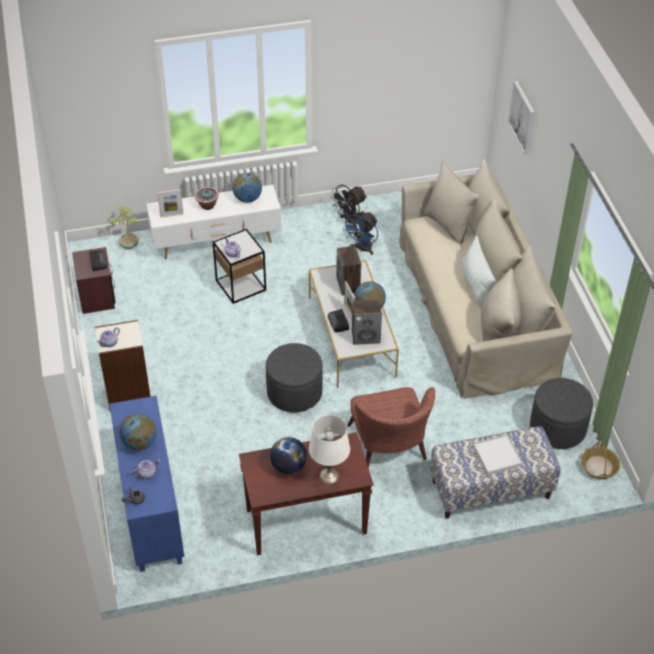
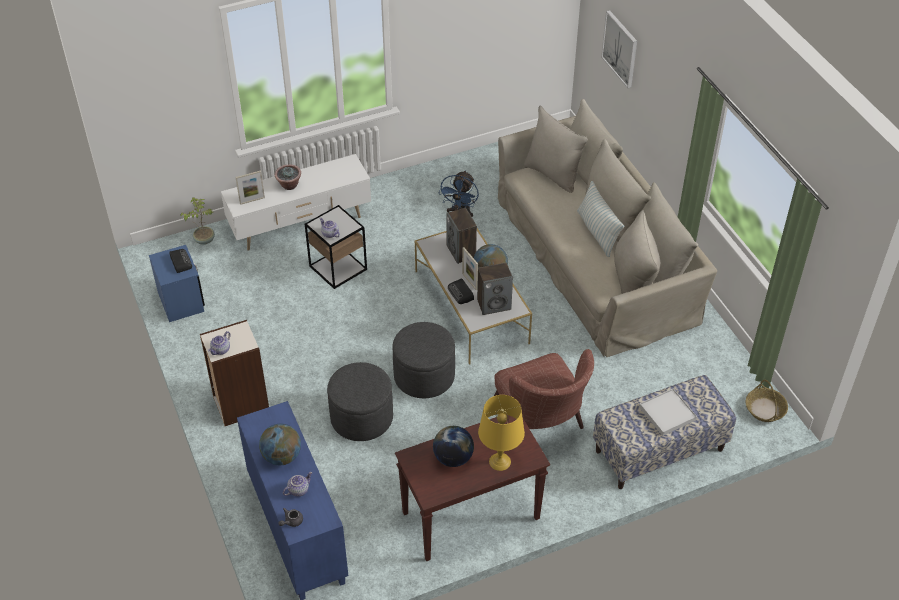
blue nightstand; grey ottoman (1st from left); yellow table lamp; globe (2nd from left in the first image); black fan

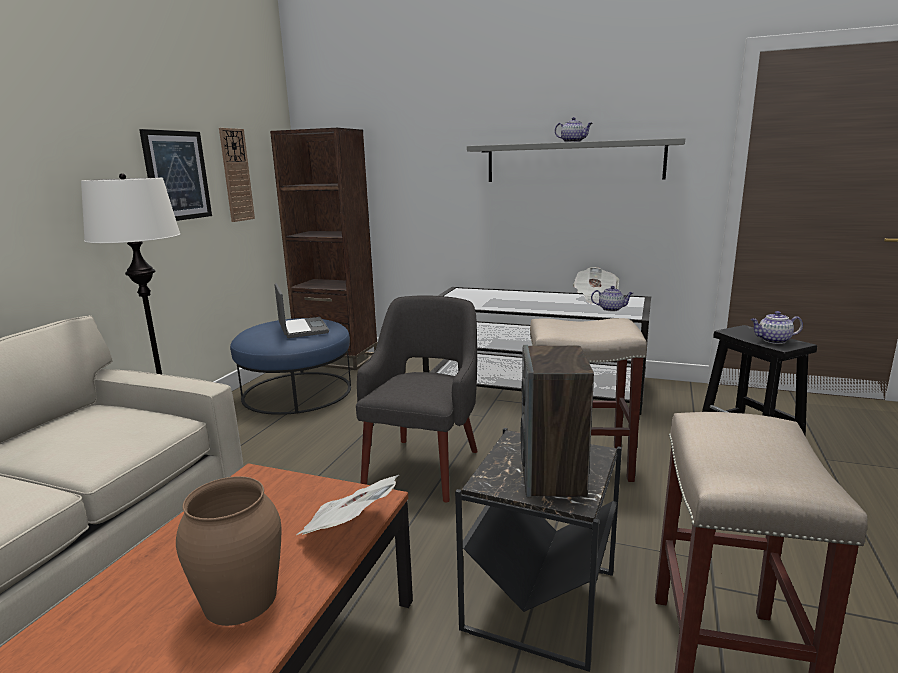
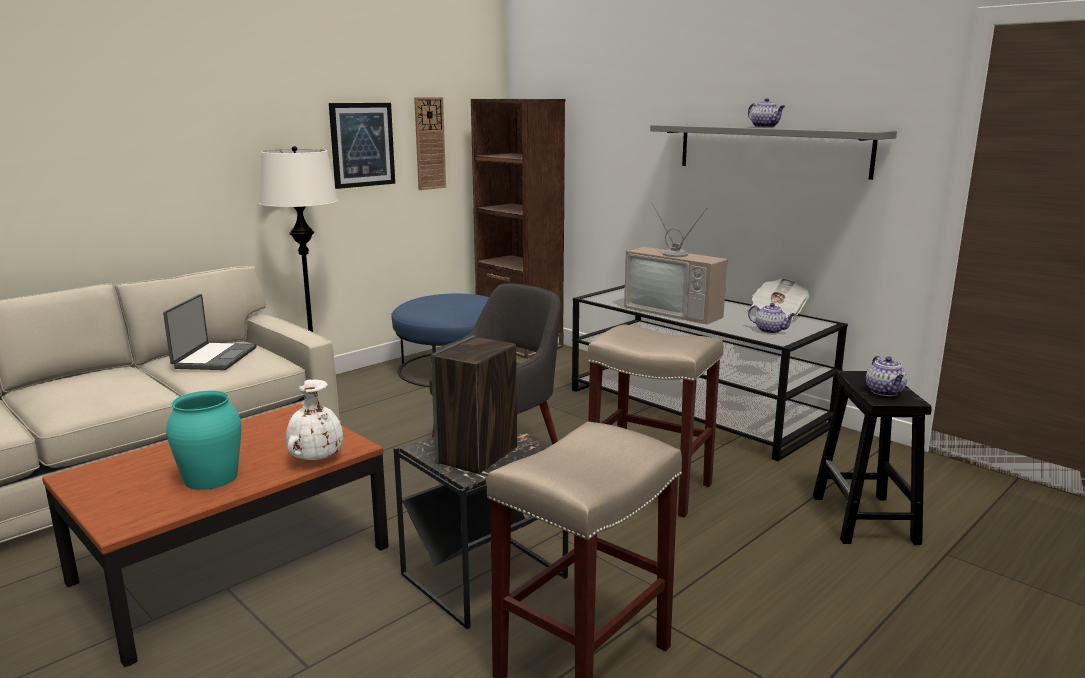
laptop; turquoise vase; white vase; television; teapot (3rd from left)

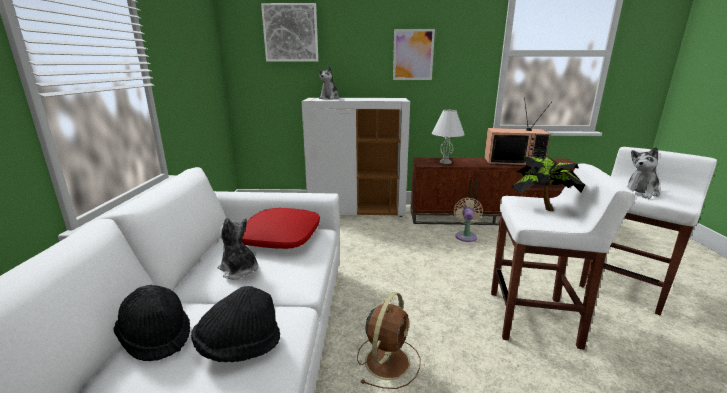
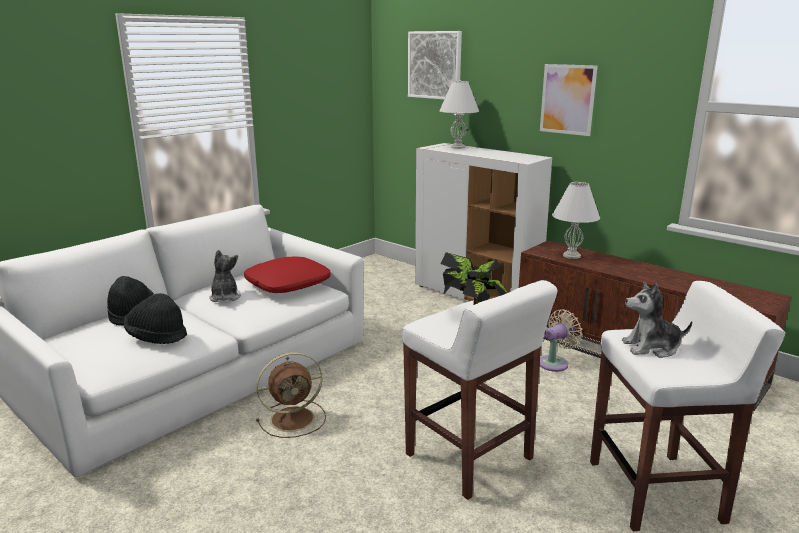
white table lamp (1st from left); television

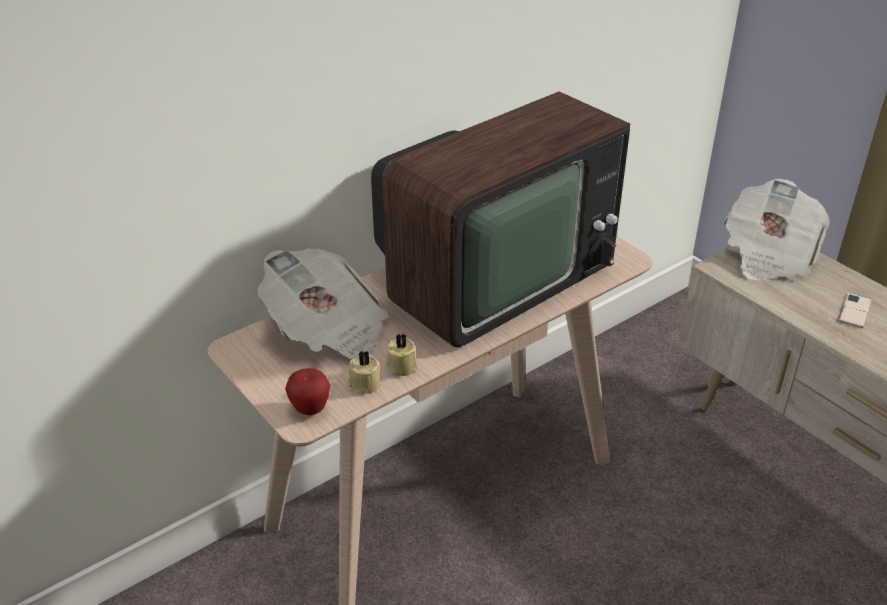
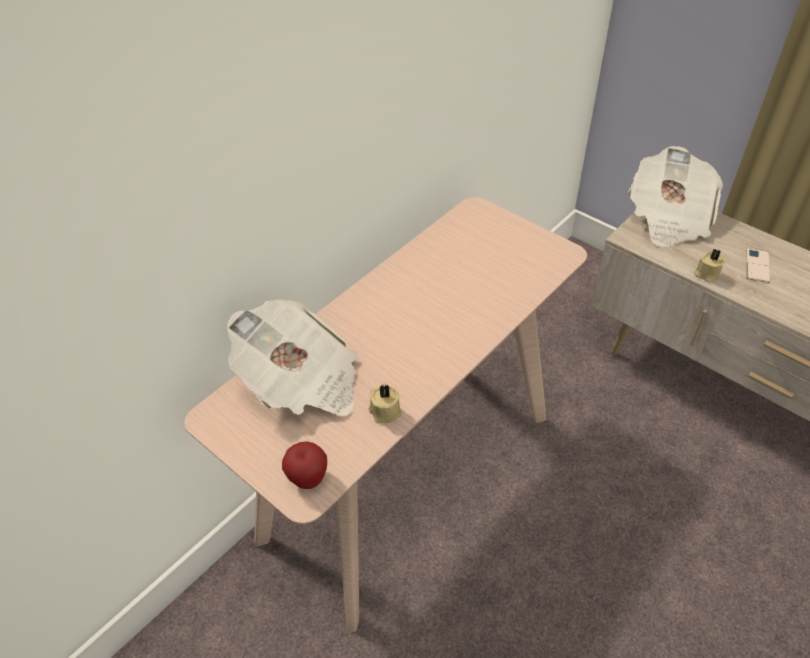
beige candle (2nd from left); television

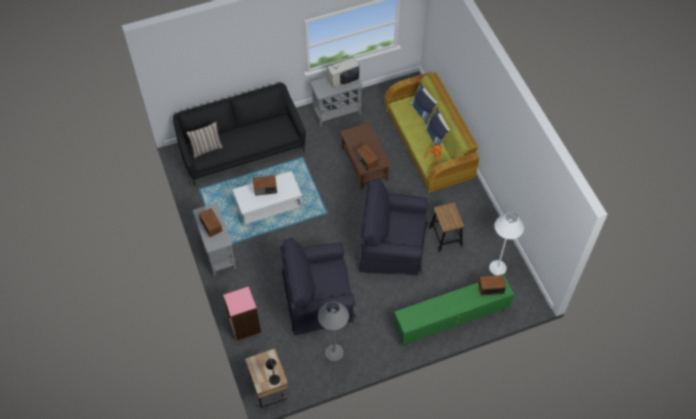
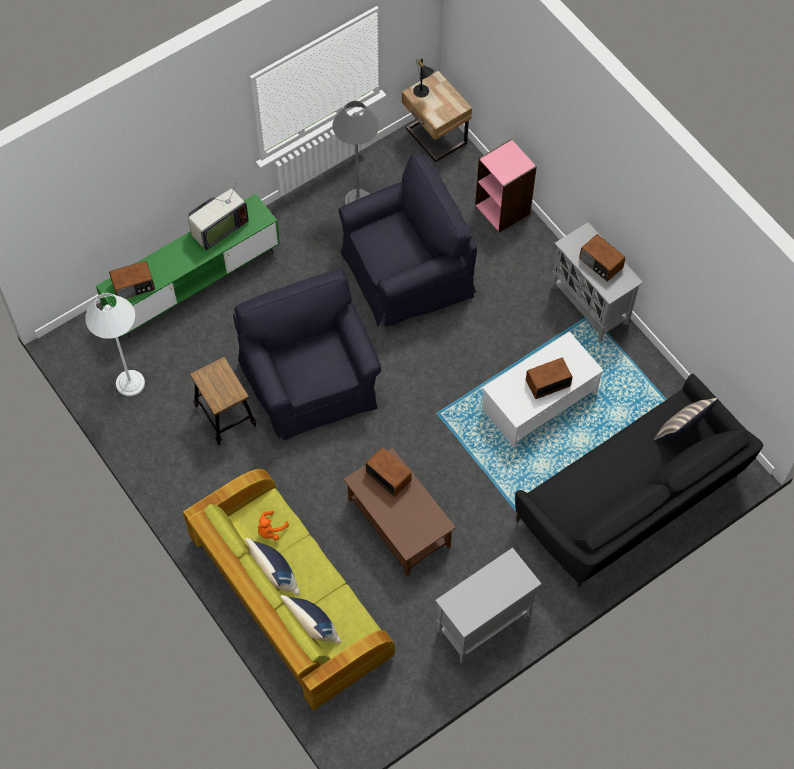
television; black armchair (1st from left)

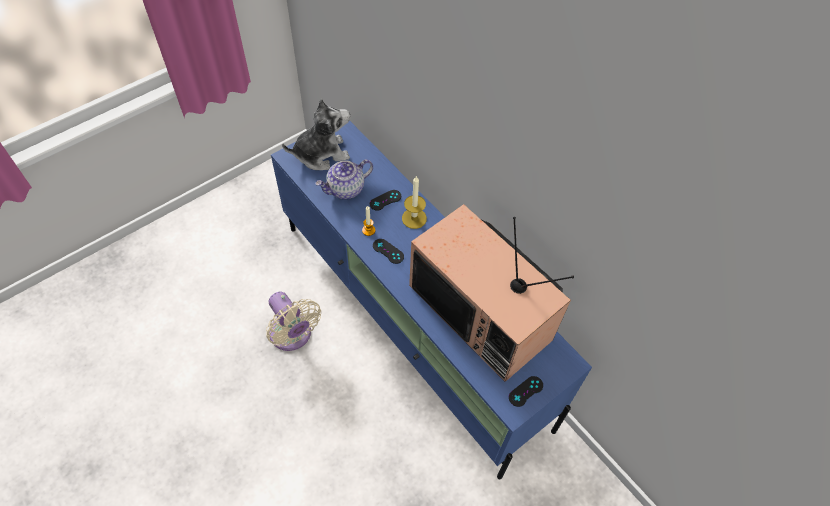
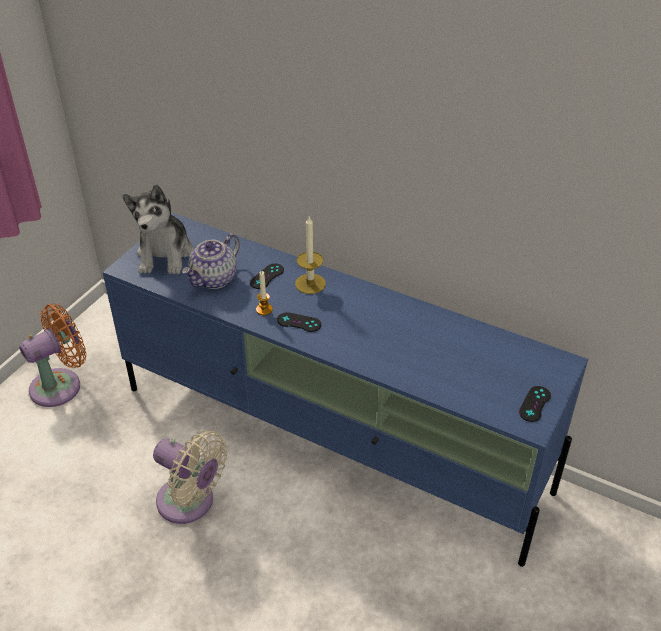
orange fan; plush toy; television

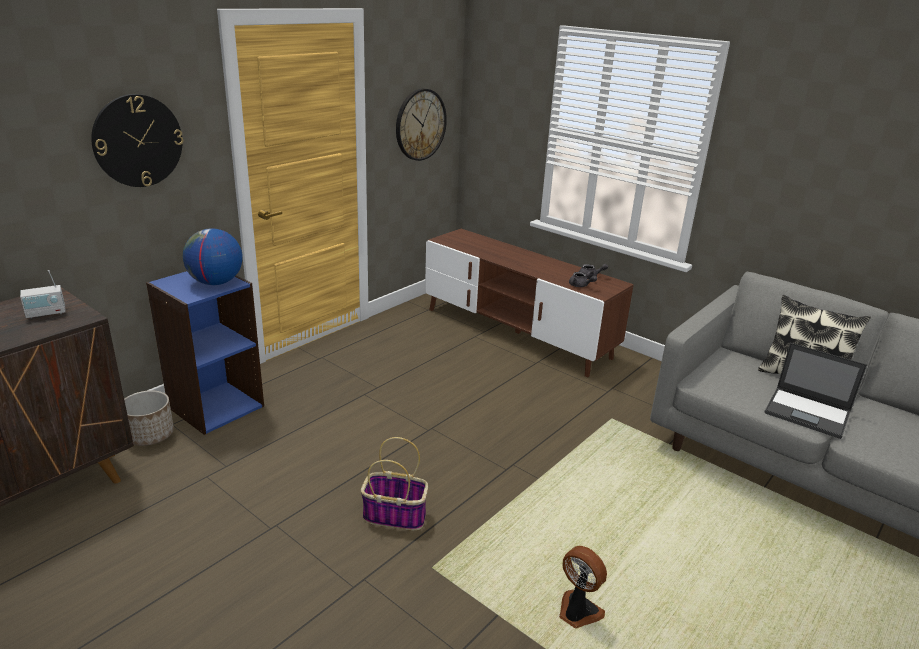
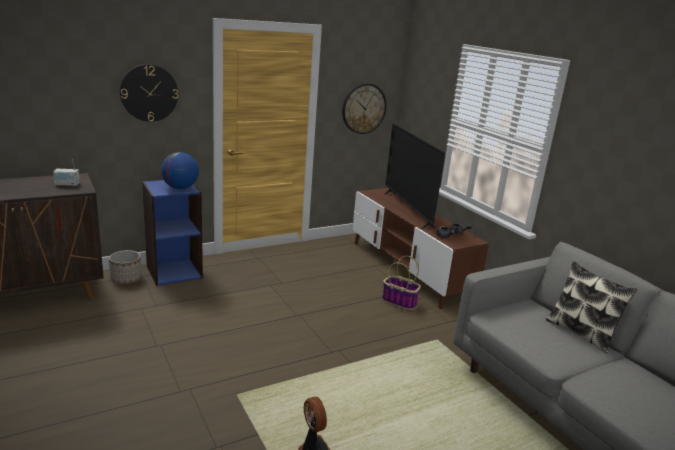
basket; television; laptop

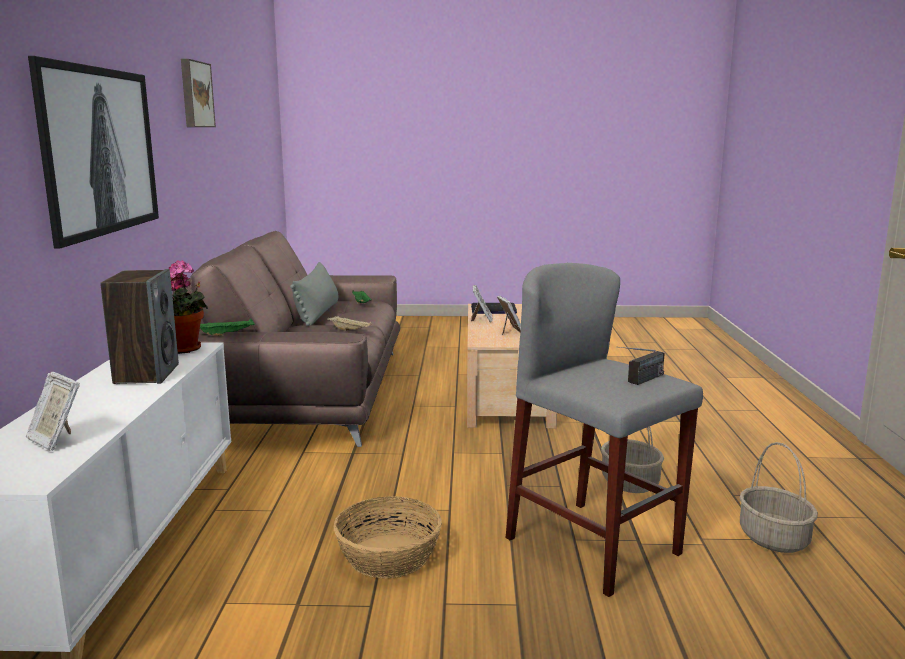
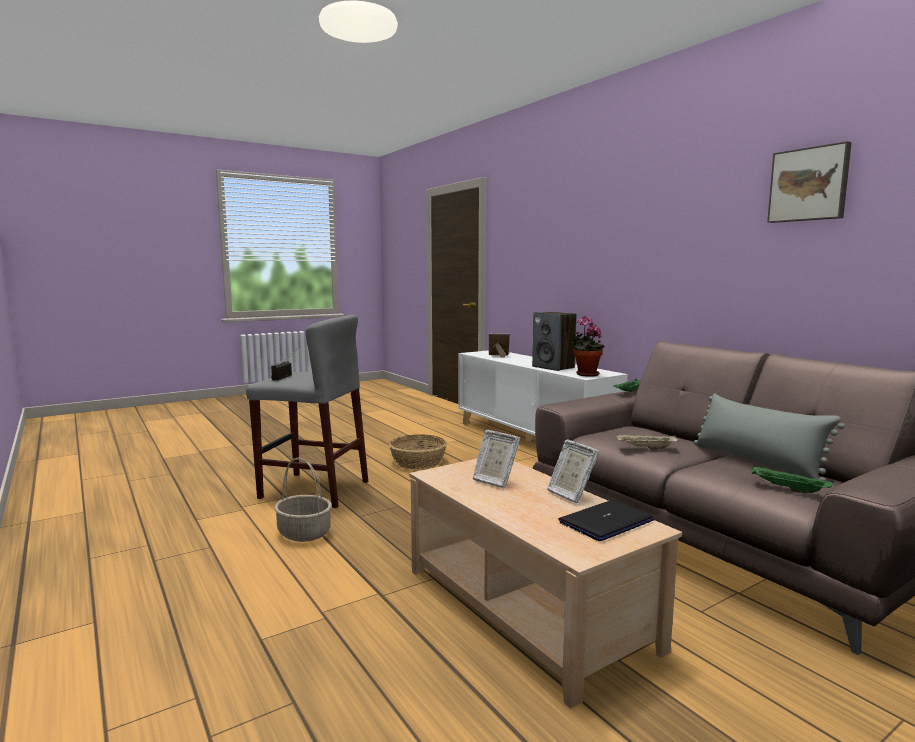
picture (1st from left in the first image); basket (3rd from left in the first image)

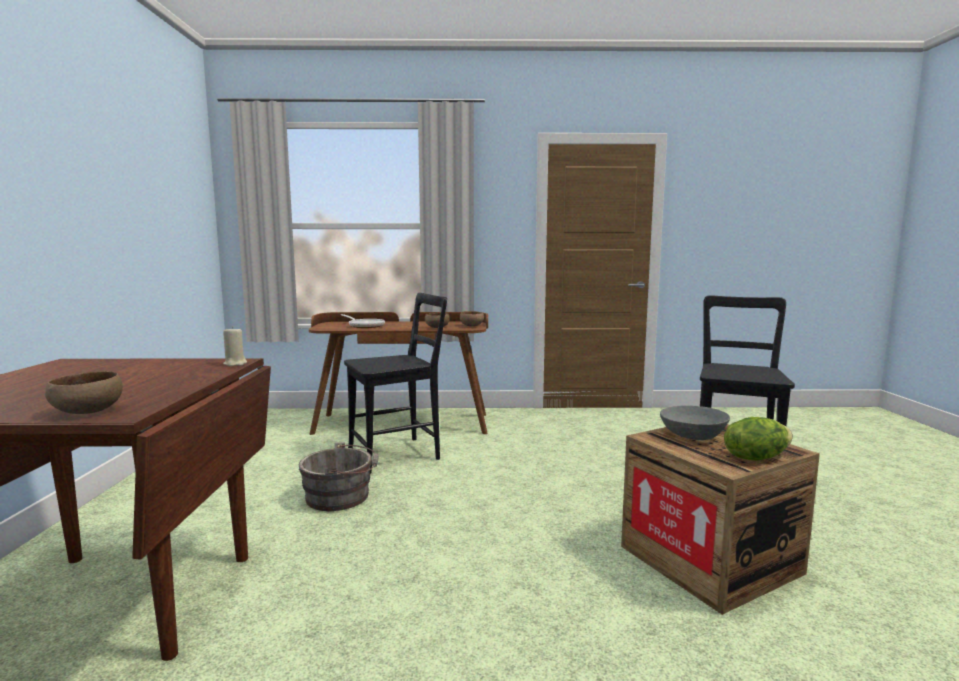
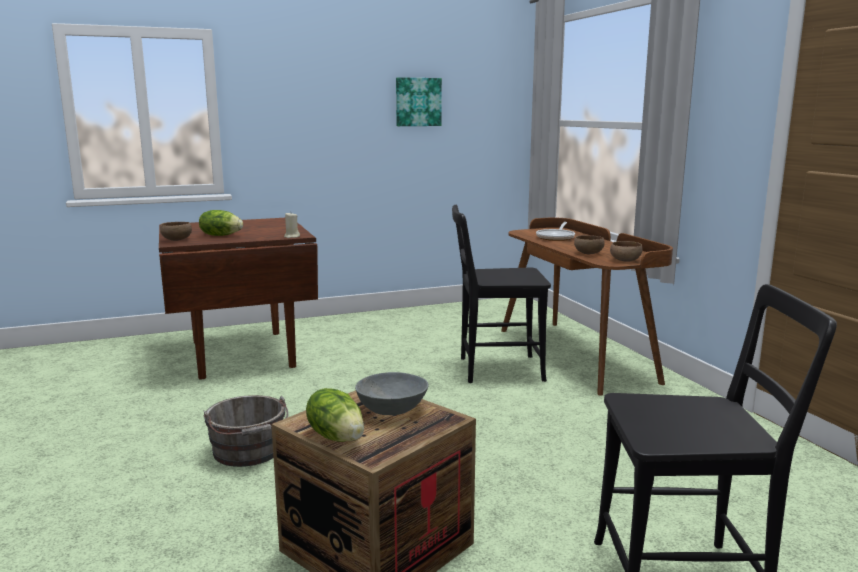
lettuce (1st from left); grey bucket; picture; black chair (1st from left)

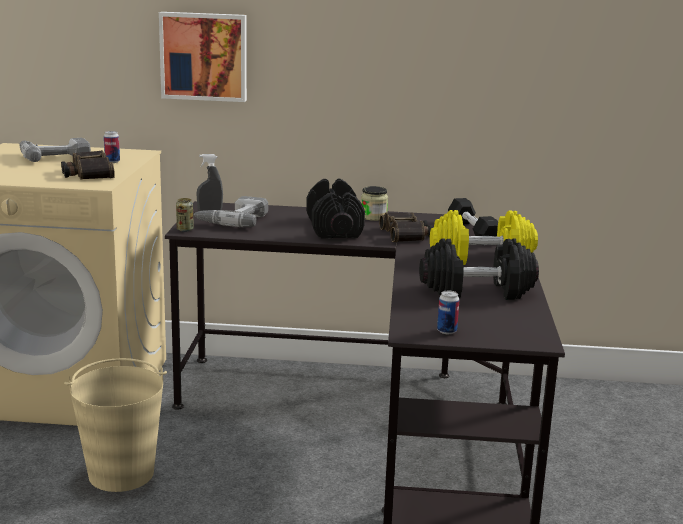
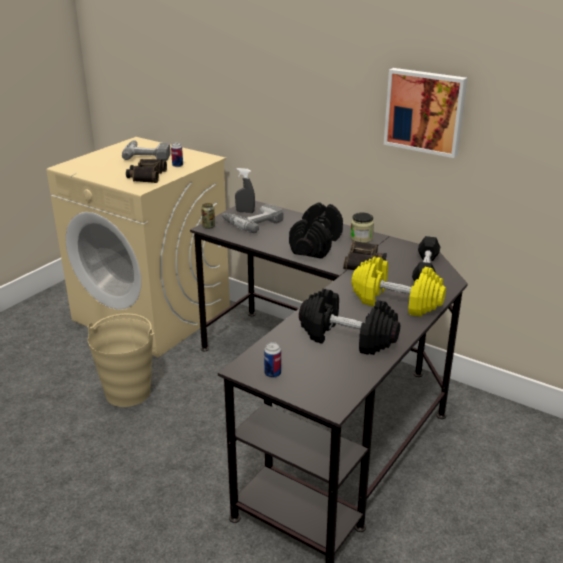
picture

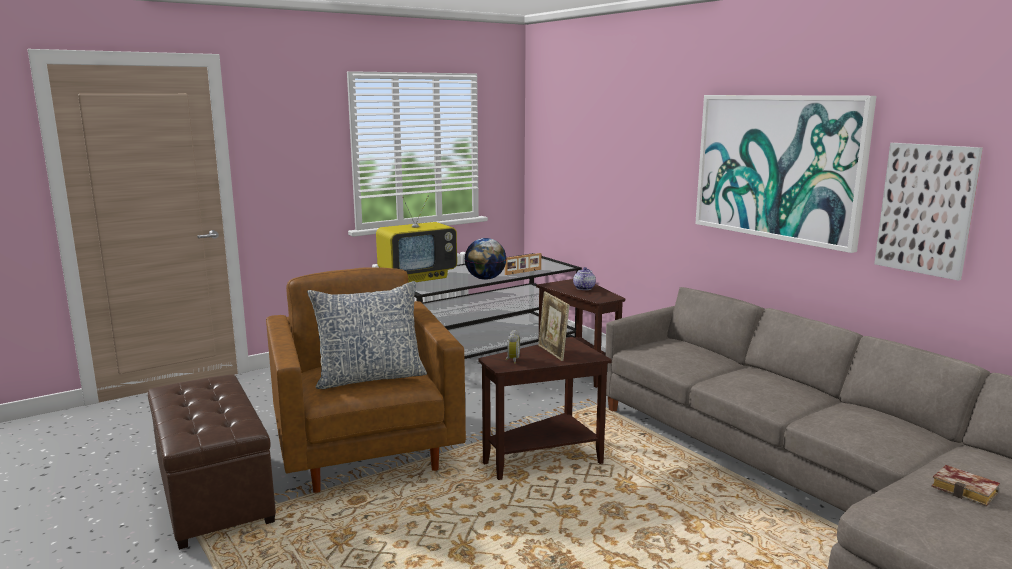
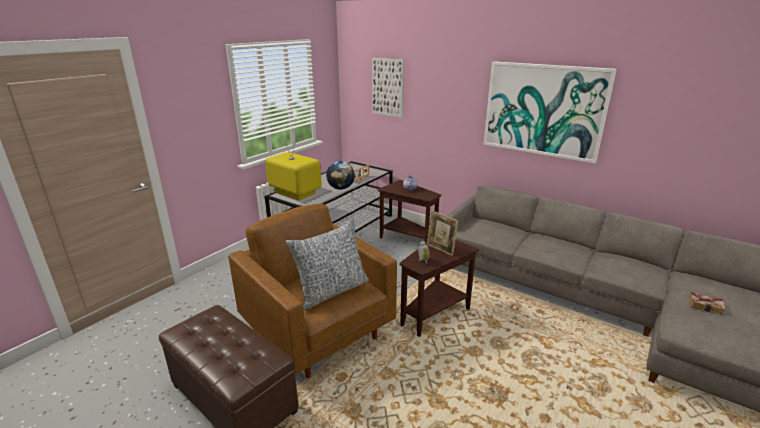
television; picture (1st from left)

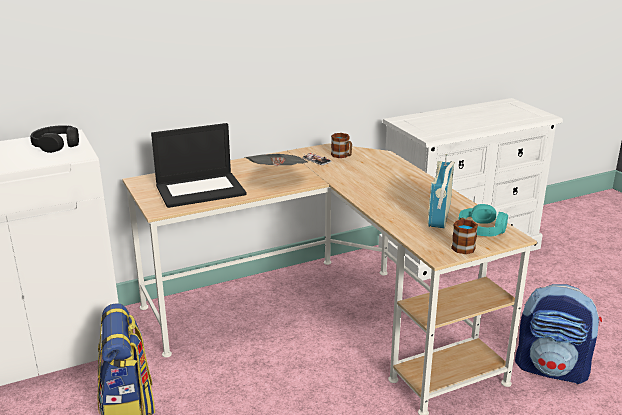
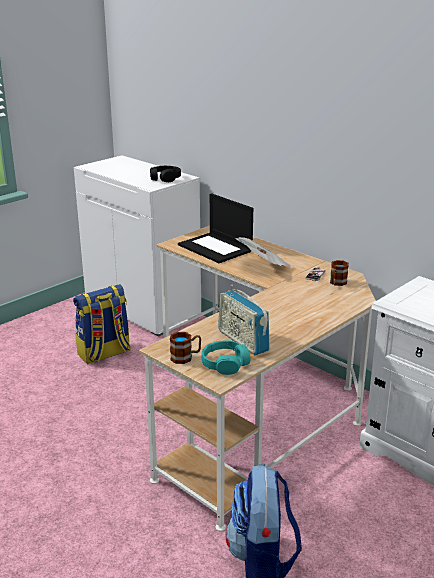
radio

